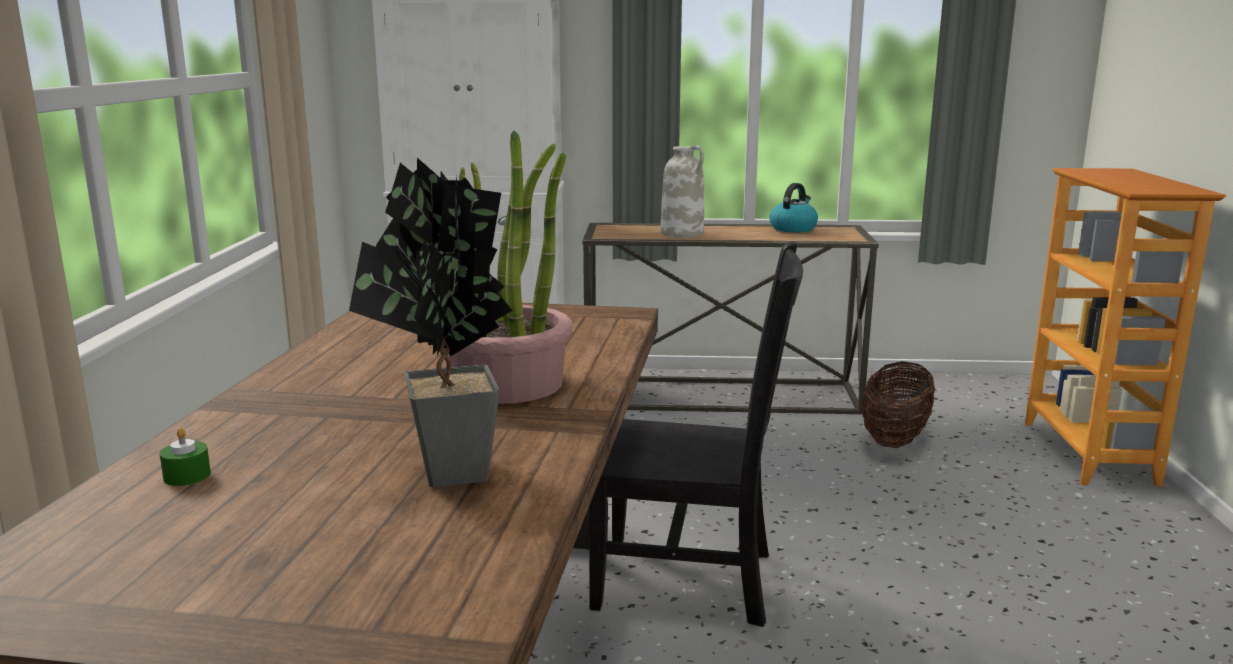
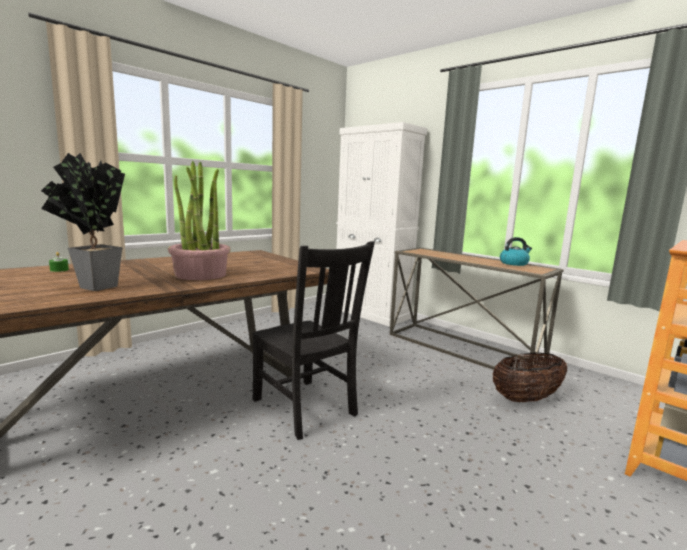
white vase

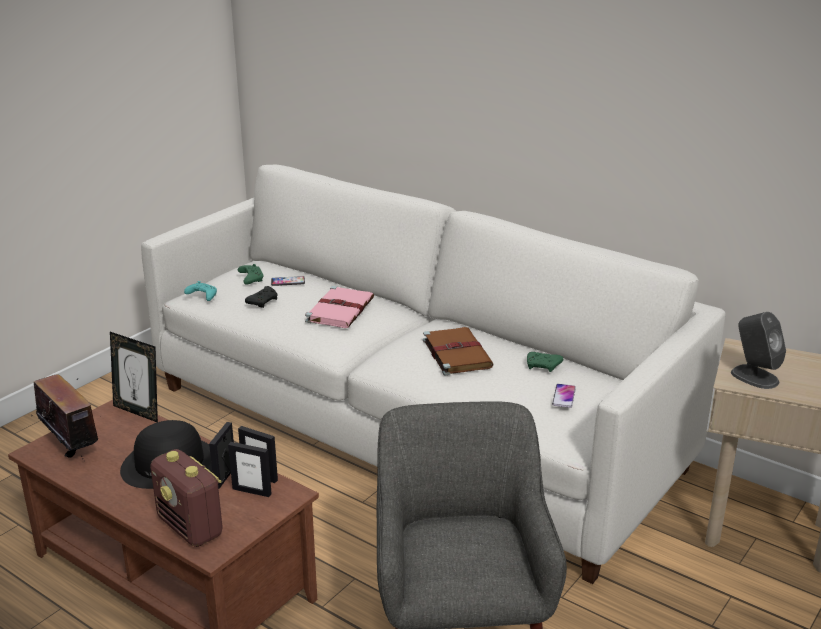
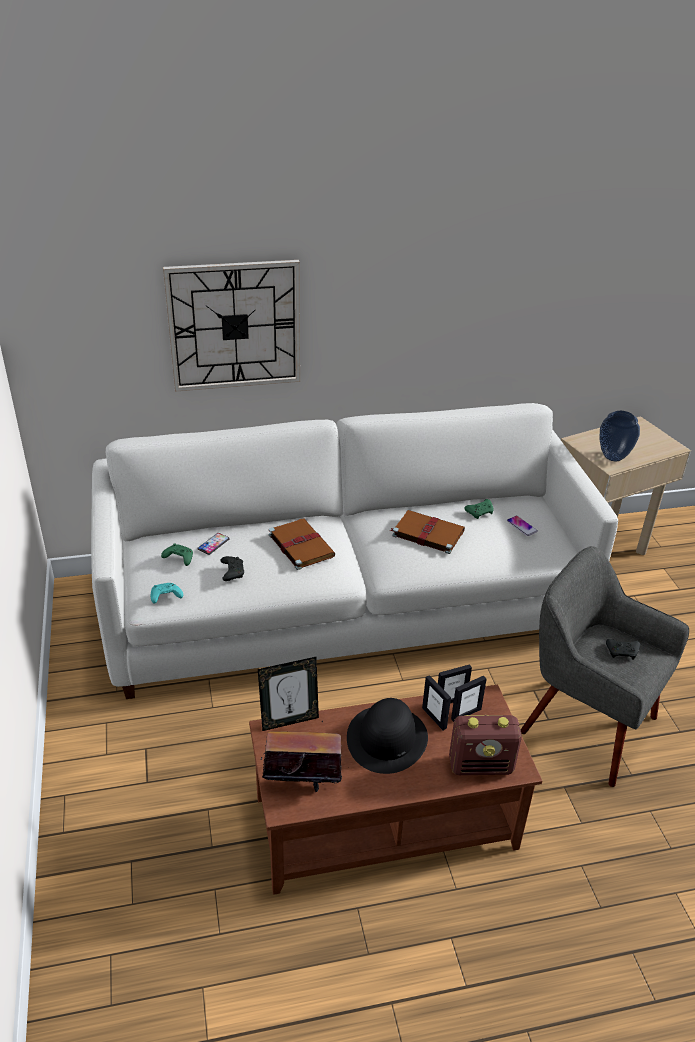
wall clock; brown book (1st from left); vase; black game controller (2nd from left)

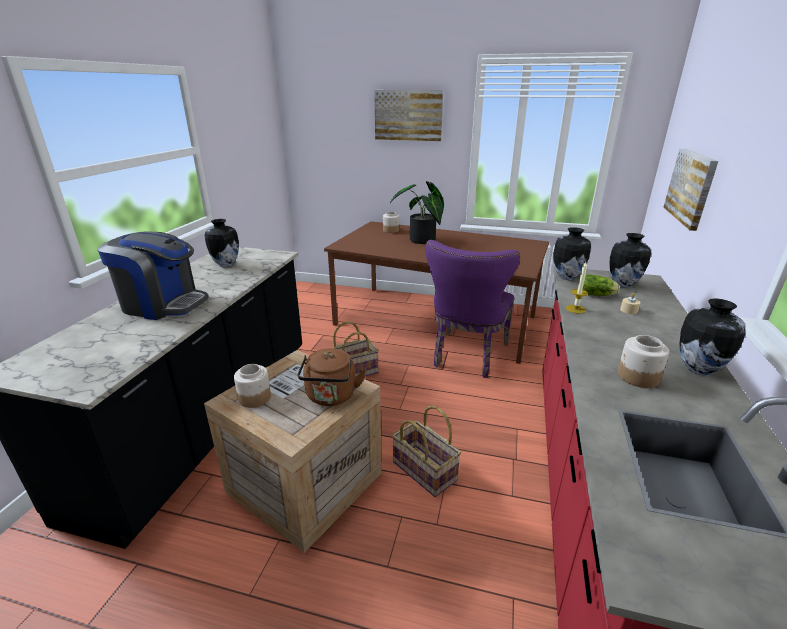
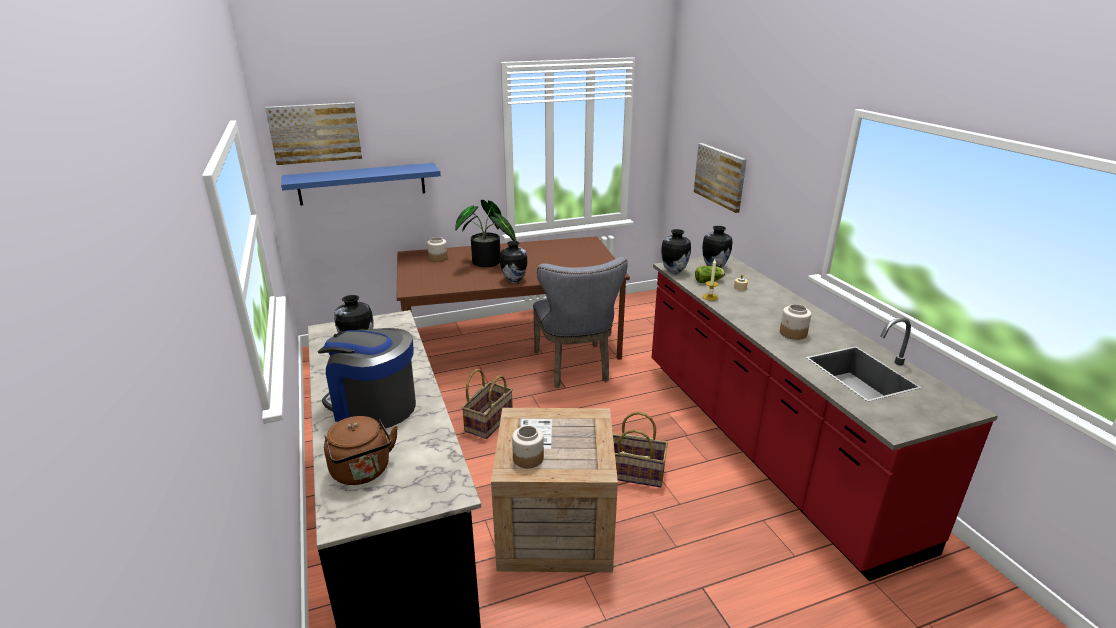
picture (1st from left); blue shelf; coffee machine; brown kettle; vase (2nd from left); grey chair

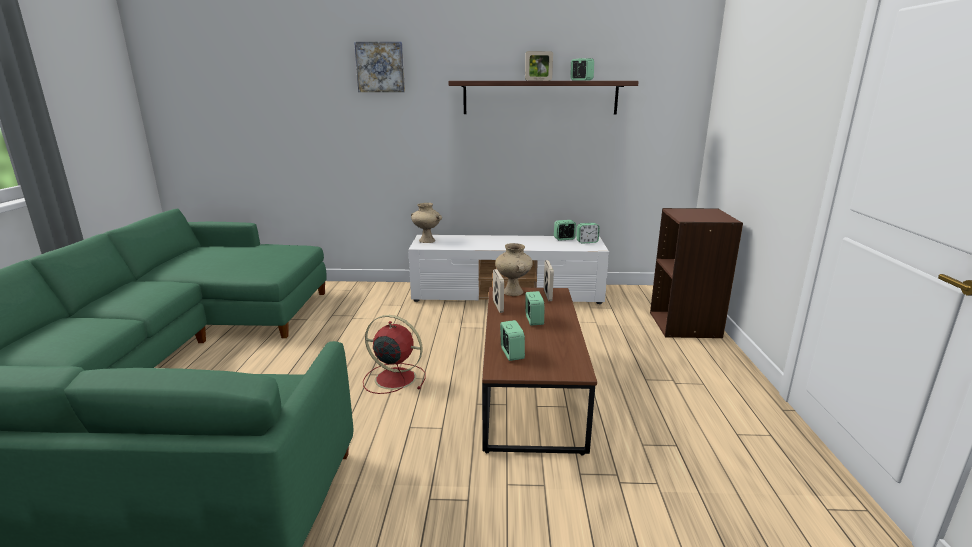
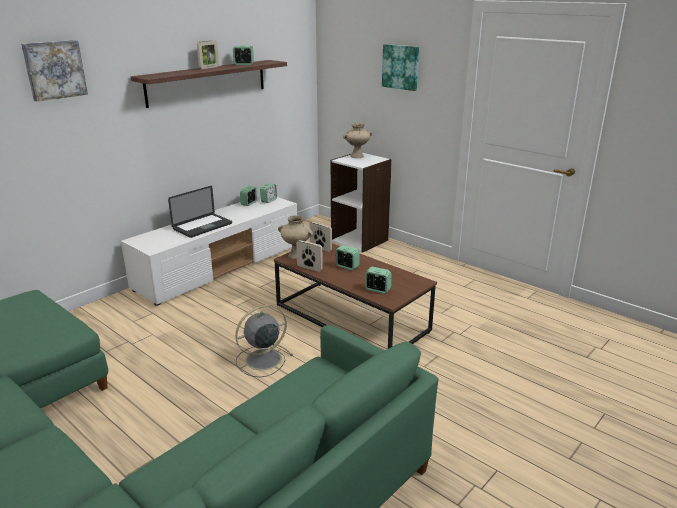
laptop; grey fan; white bookcase; beige vase (2nd from left); picture (2nd from left)

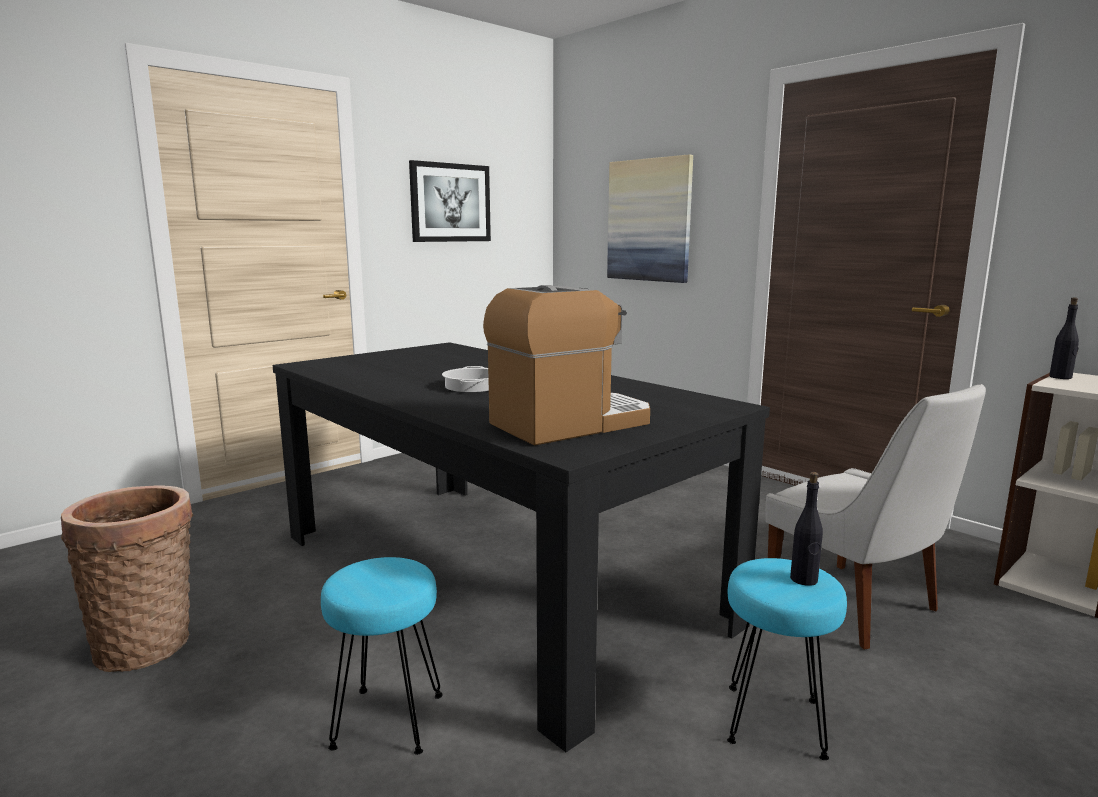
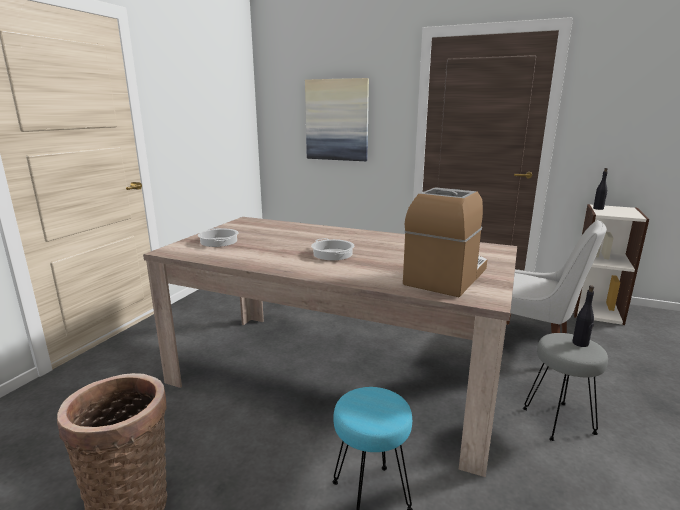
beige dining table; cooking pot (1st from left); grey stool; picture (1st from left in the first image)

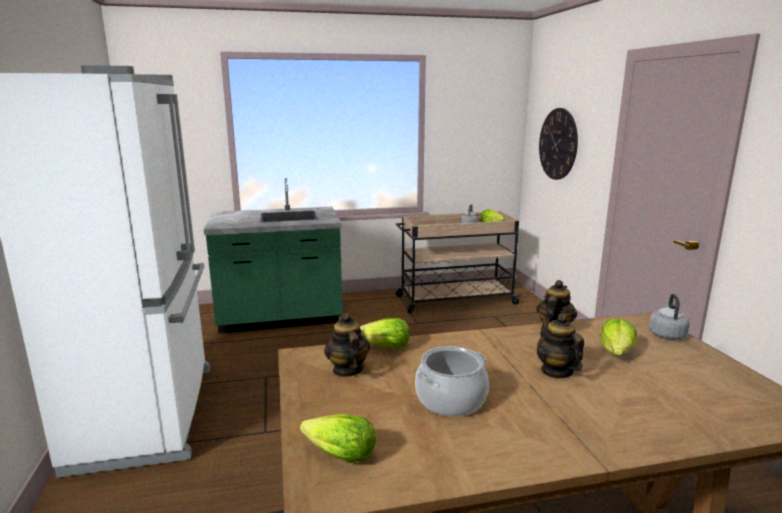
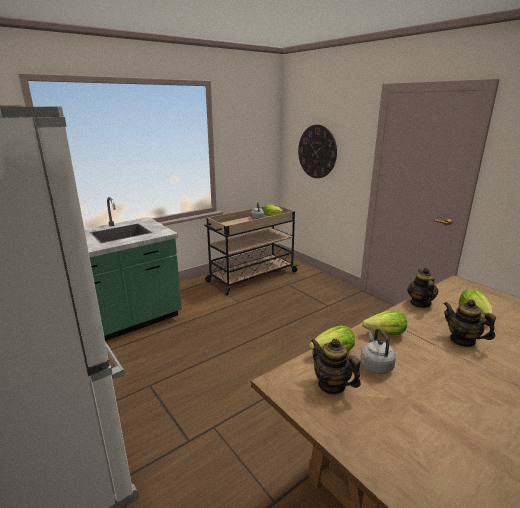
grey kettle (2nd from left); lettuce (3rd from left); cooking pot

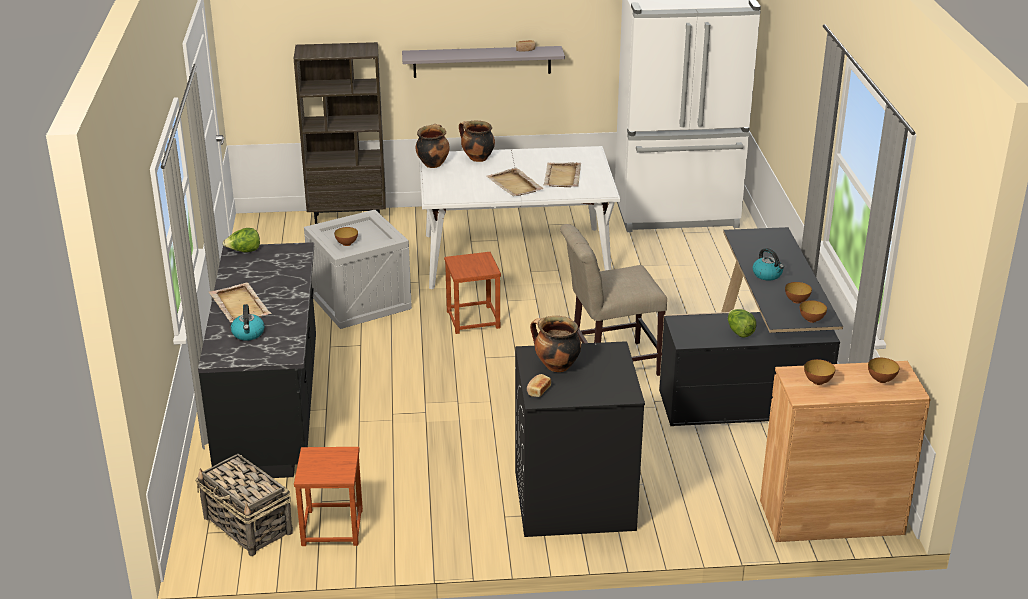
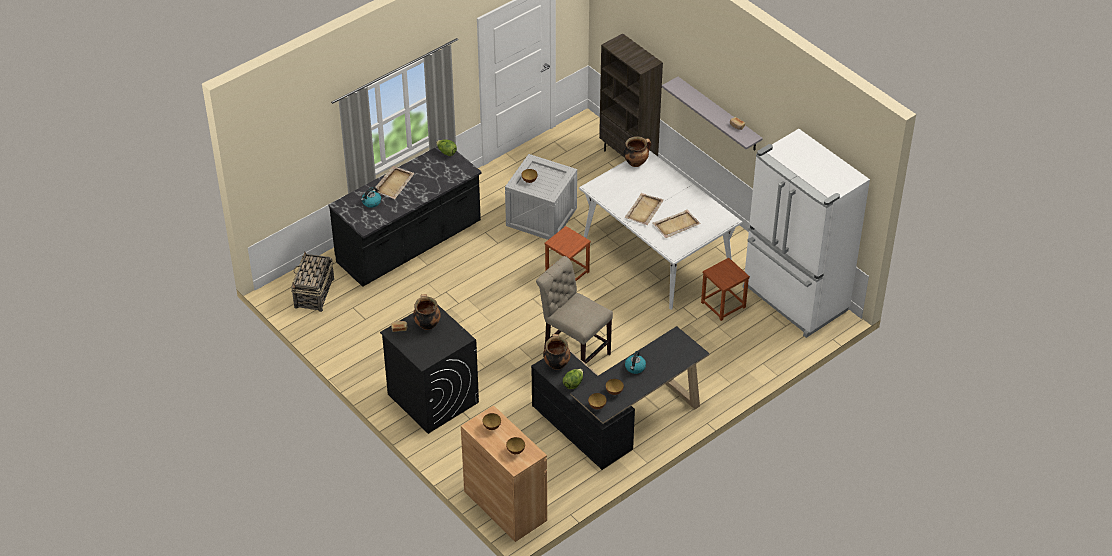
cooking pot (2nd from left); brown stool (2nd from left)

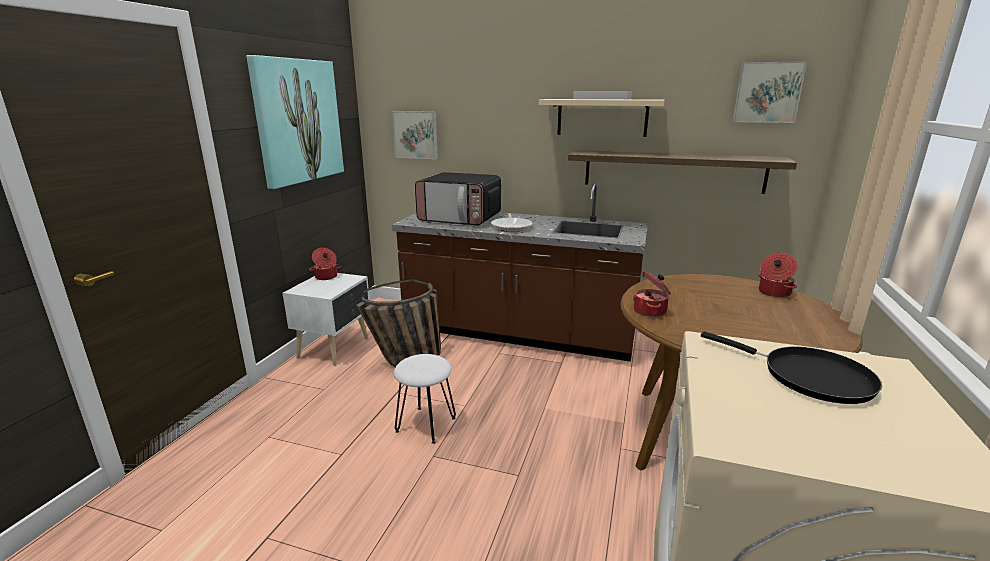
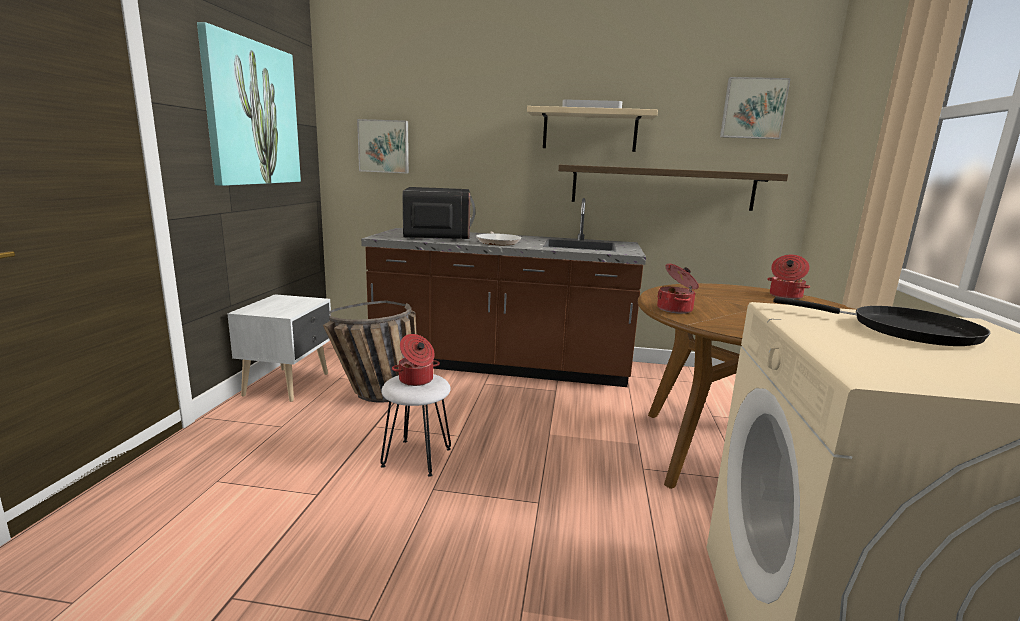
cooking pot (1st from left); microwave

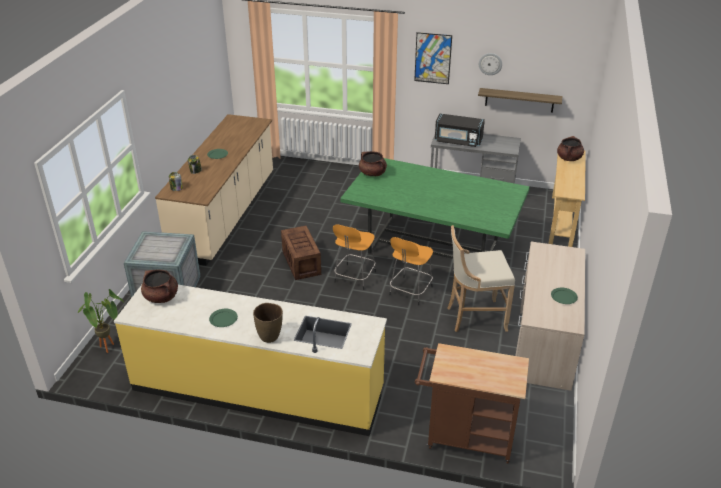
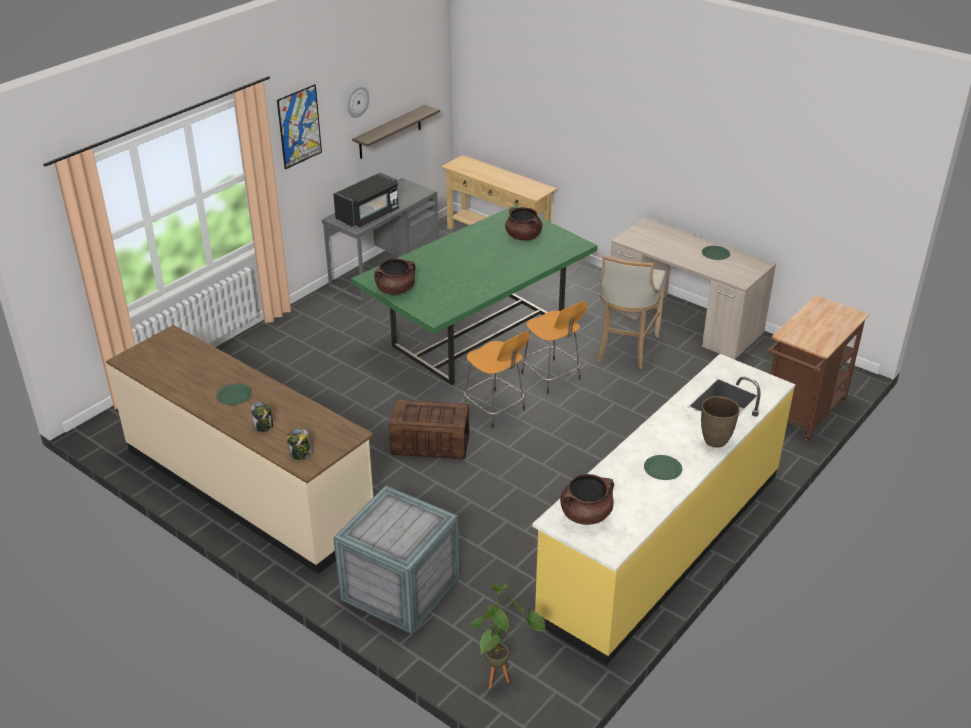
brown cooking pot (2nd from left)

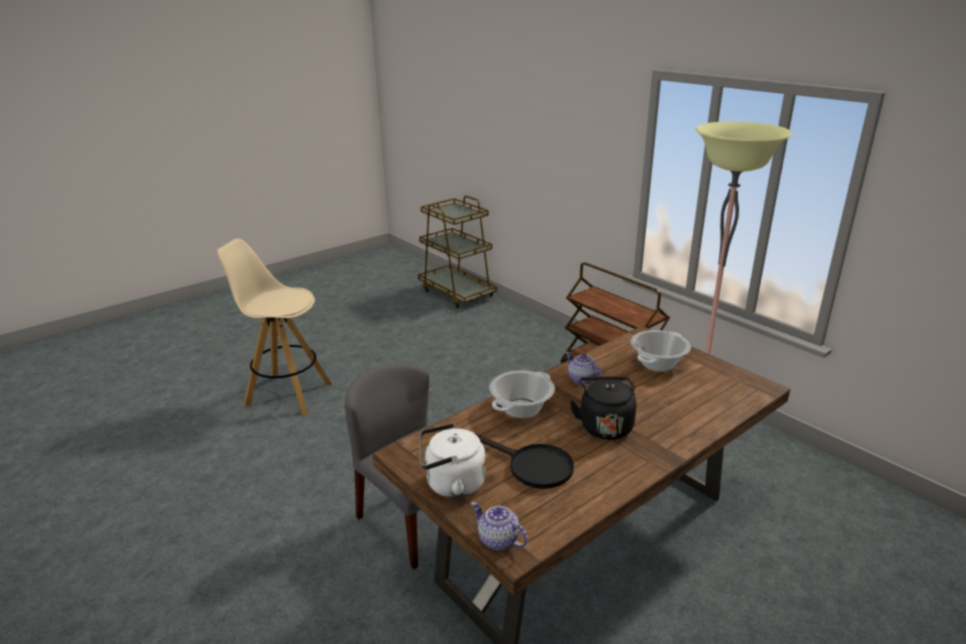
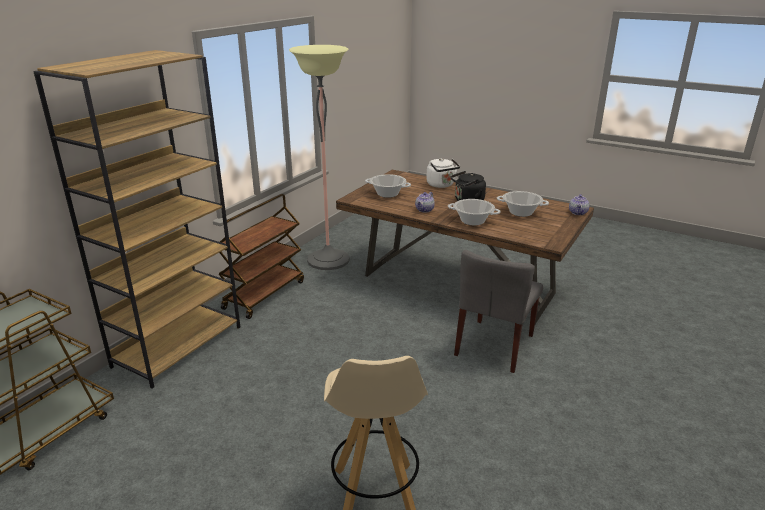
brown bookcase; white kettle; cooking pot (3rd from left)

